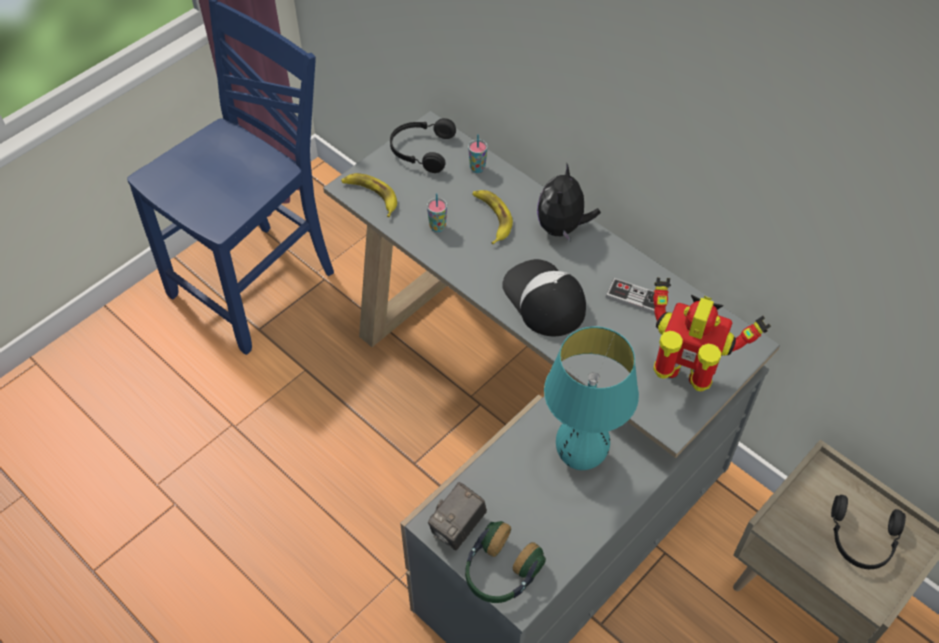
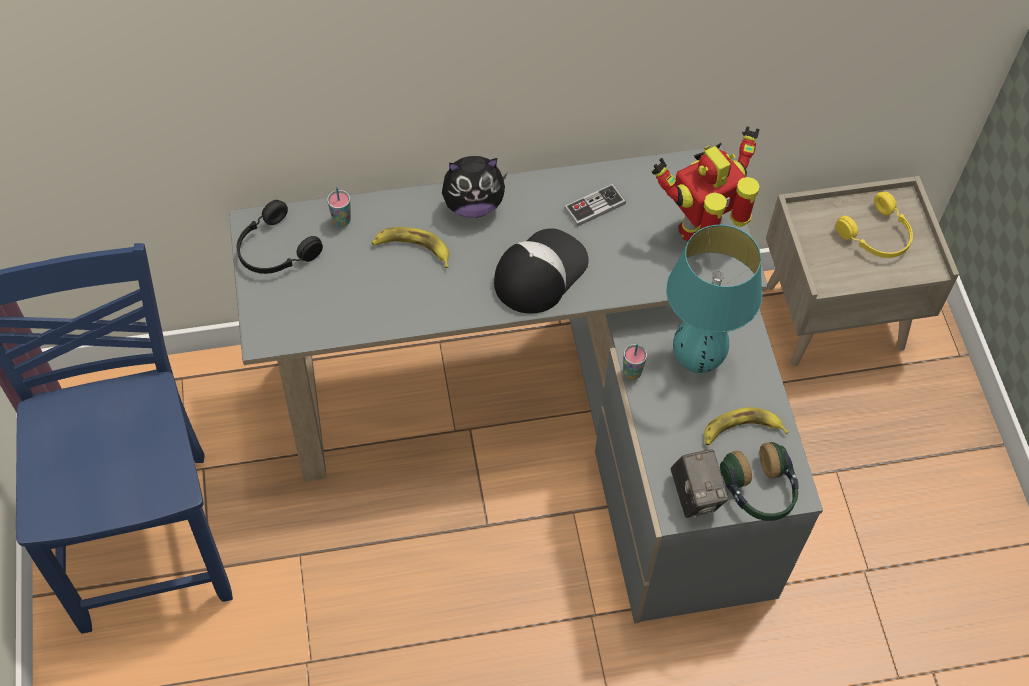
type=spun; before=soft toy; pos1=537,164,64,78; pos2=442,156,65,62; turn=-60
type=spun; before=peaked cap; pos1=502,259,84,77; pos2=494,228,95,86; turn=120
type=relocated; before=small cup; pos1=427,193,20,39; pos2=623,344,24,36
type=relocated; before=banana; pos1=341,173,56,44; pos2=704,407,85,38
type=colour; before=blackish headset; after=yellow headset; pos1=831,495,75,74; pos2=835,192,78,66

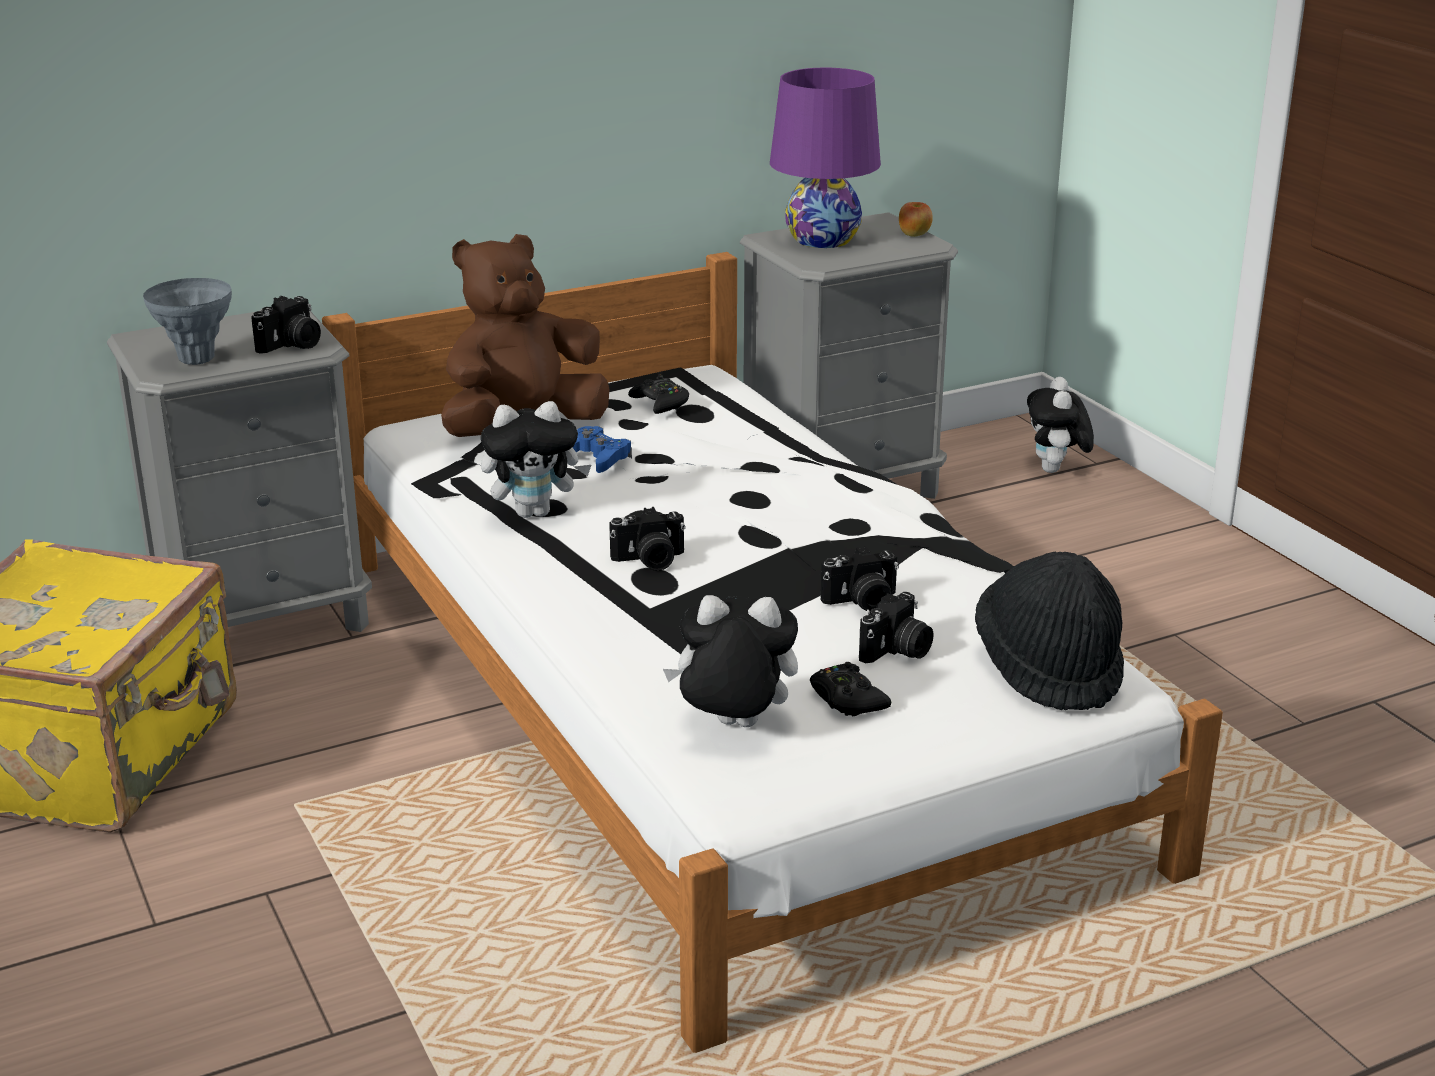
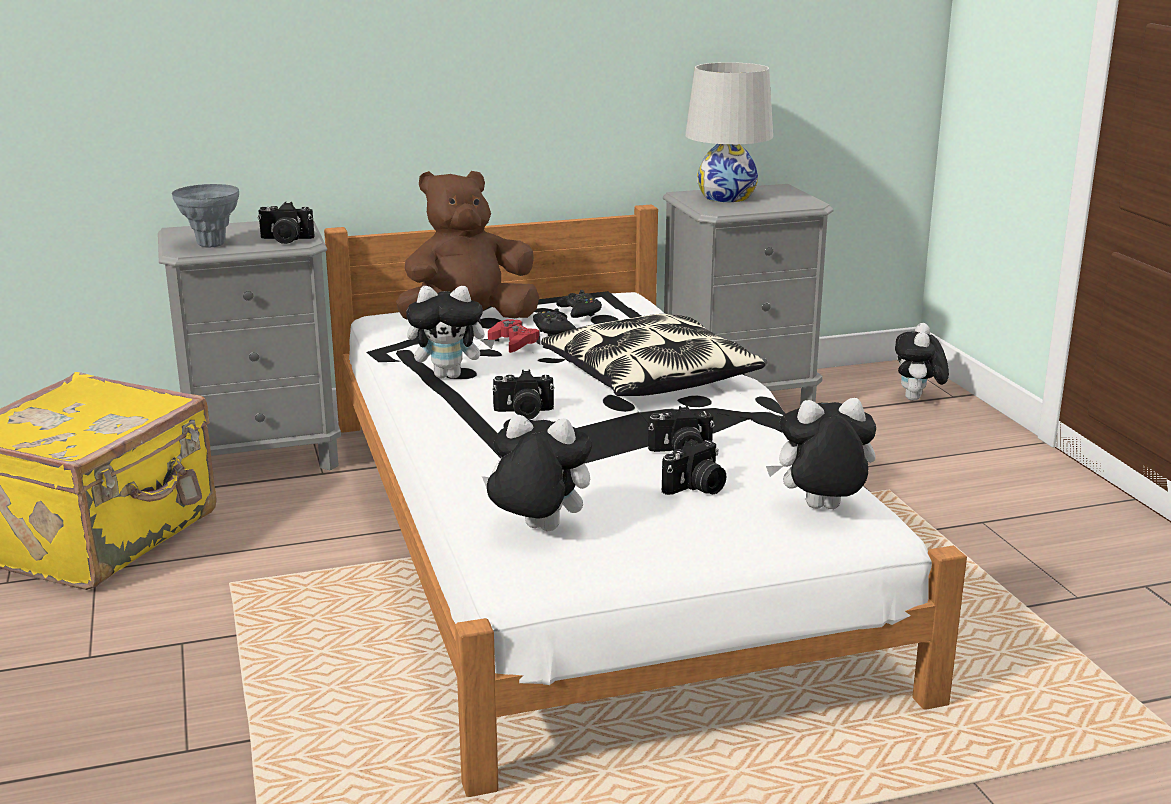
type=spun; before=still camera; pos1=251,296,70,58; pos2=258,202,57,42; turn=45
type=colour; before=blue joypad; after=red joypad; pos1=573,426,59,47; pos2=488,319,52,34
type=relocated; before=blackish joypad; pos1=810,662,81,54; pos2=533,308,43,28
type=appeared; after=cushion; pos2=541,314,224,82
type=colour; before=purple-coloured table lamp; after=white-coloured table lamp; pos1=770,68,111,180; pos2=685,62,88,140
type=exchanged; before=blackish hat; after=soft toy; pos1=975,552,149,158; pos2=766,398,110,111
type=missing; before=whole apple; pos1=899,202,34,35

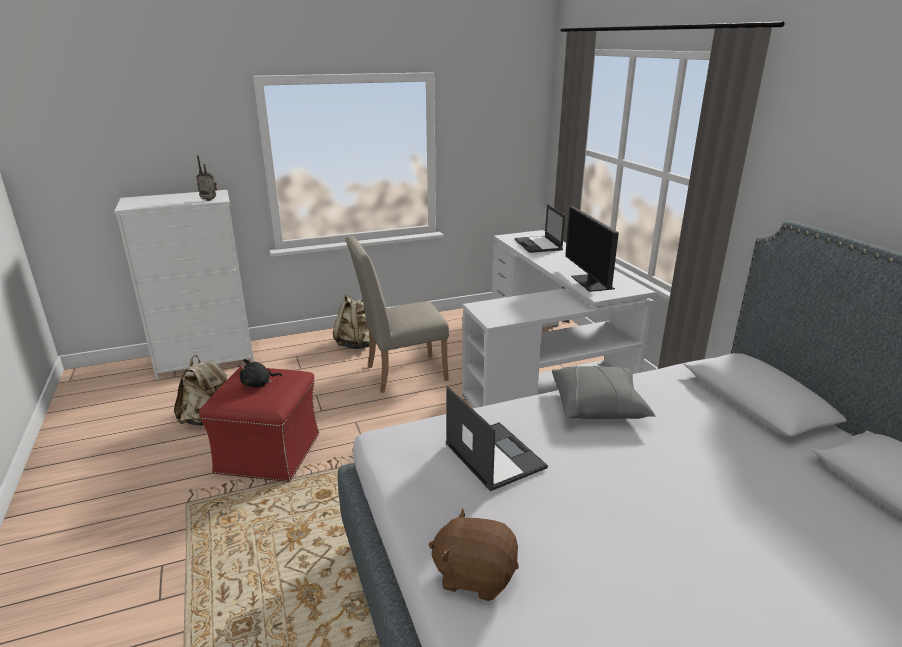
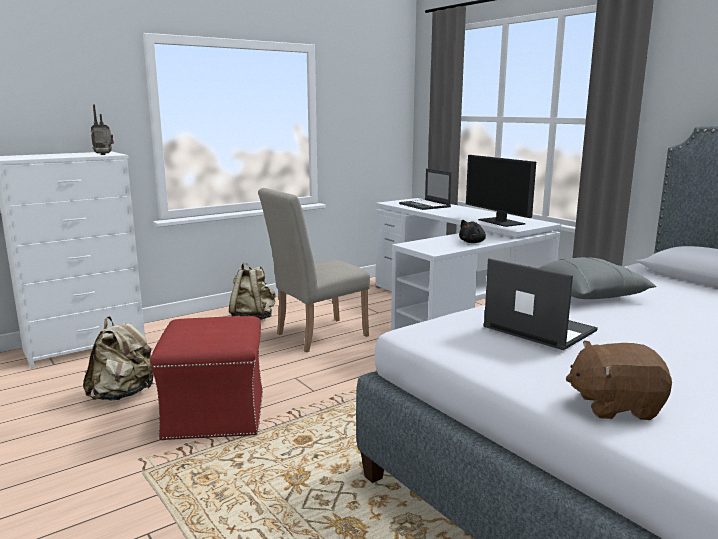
type=relocated; before=blackish soft toy; pos1=239,359,43,28; pos2=459,220,27,23

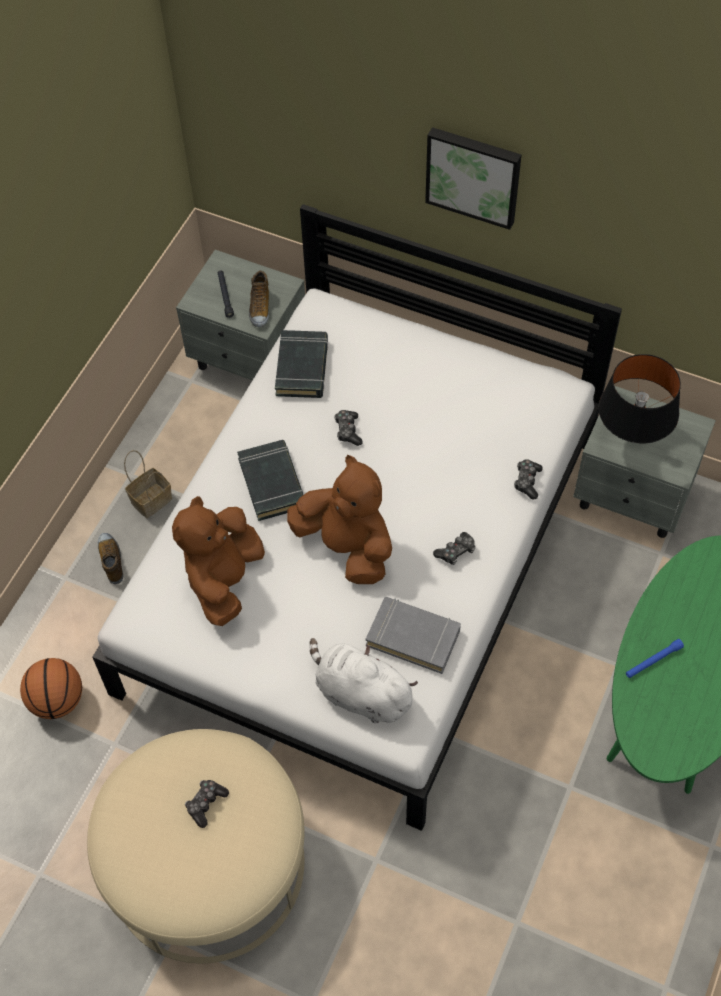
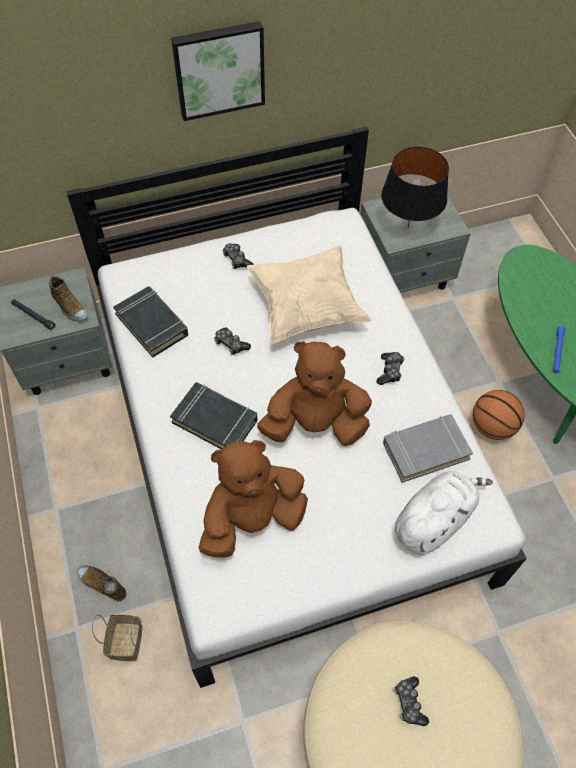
type=relocated; before=basket; pos1=124,450,48,68; pos2=92,614,50,47
type=spun; before=brown soft toy; pos1=172,496,93,130; pos2=199,440,109,118; turn=90
type=relocated; before=joypad; pos1=514,459,29,40; pos2=222,243,32,26
type=appeared; after=sand-coloured cushion; pos2=247,245,125,98
type=spun; before=white-coloured soft toy; pos1=309,638,109,86; pos2=395,471,98,84; turn=150
type=relocated; before=basketball ball; pos1=20,658,62,61; pos2=473,390,51,50

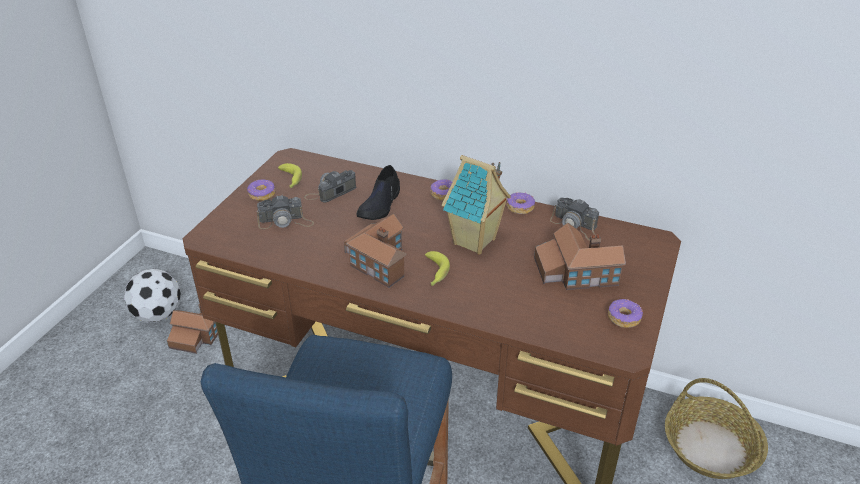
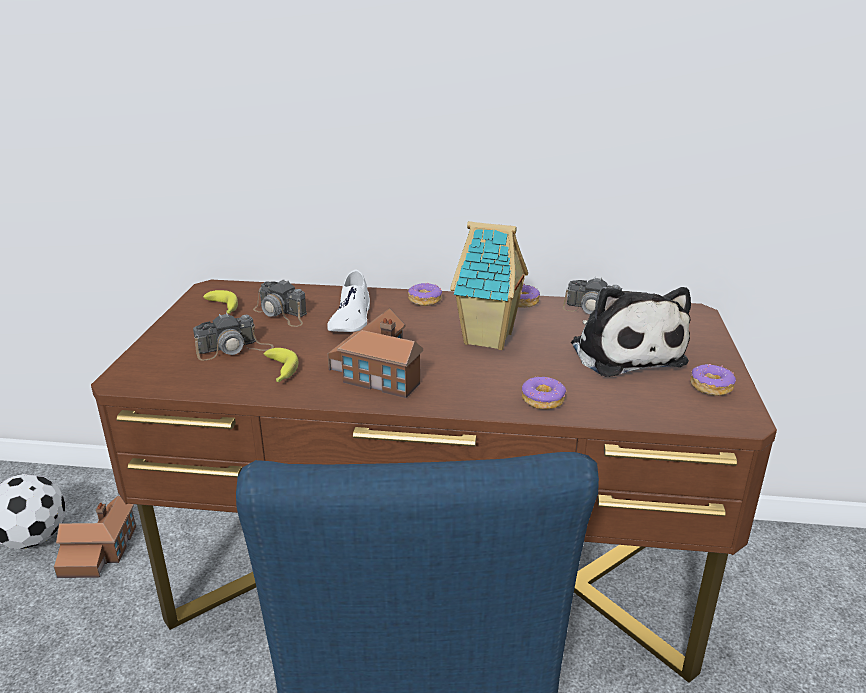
type=spun; before=still camera; pos1=304,170,52,33; pos2=253,279,54,48; turn=-90
type=relocated; before=banana; pos1=425,251,25,35; pos2=264,348,35,35
type=colour; before=blackish shoe; after=white-coloured shoe; pos1=357,165,43,55; pos2=327,269,43,63
type=relocated; before=doughnut; pos1=247,180,28,21; pos2=522,377,44,33
type=exchanged; before=toy house; after=soft toy; pos1=534,223,92,67; pos2=571,287,120,90
type=missing; before=basket; pos1=665,378,103,101

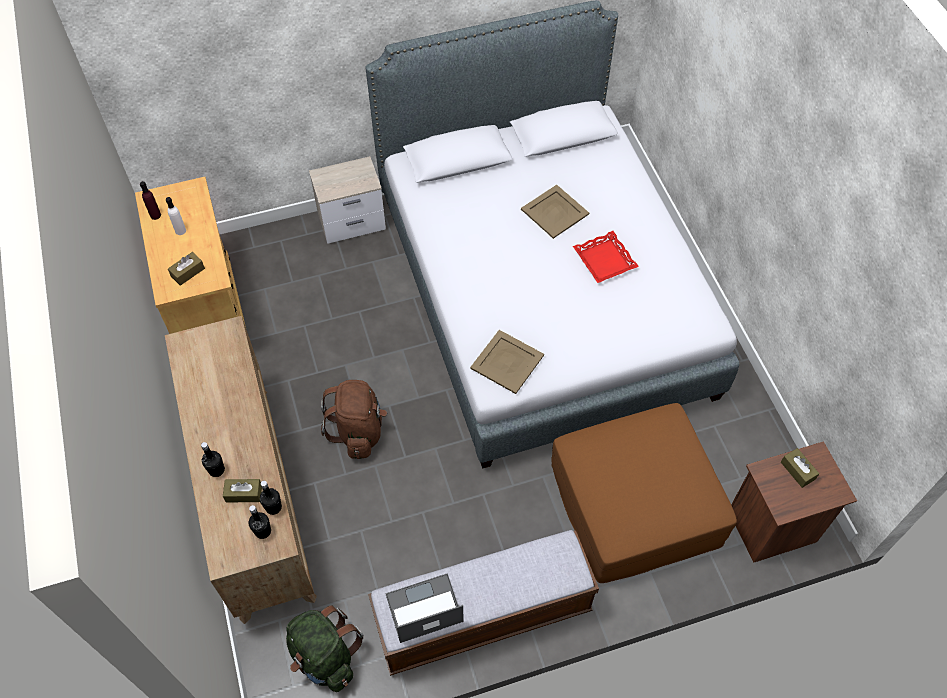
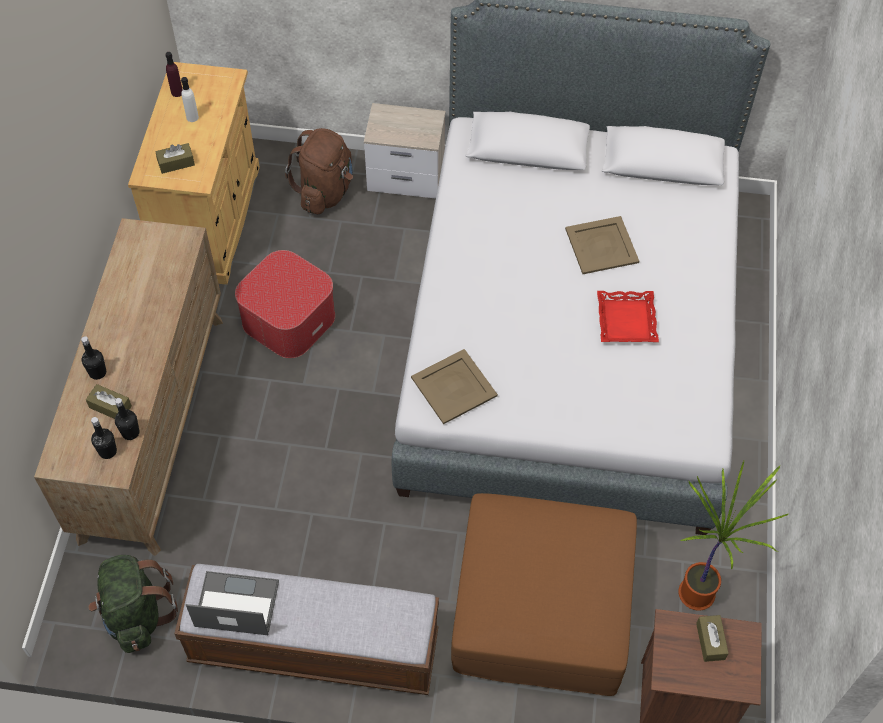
type=appeared; after=footrest; pos2=235,250,100,108
type=relocated; before=brown backpack; pos1=321,380,66,79; pos2=285,128,68,86
type=appeared; after=plant in a pot; pos2=679,461,109,150

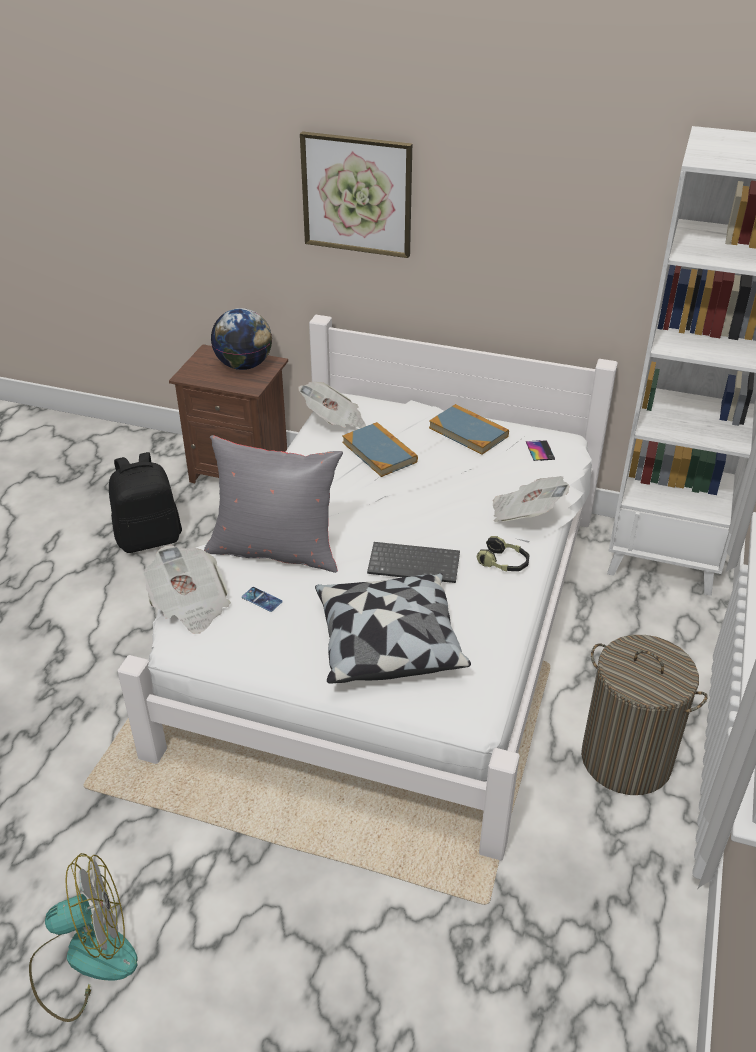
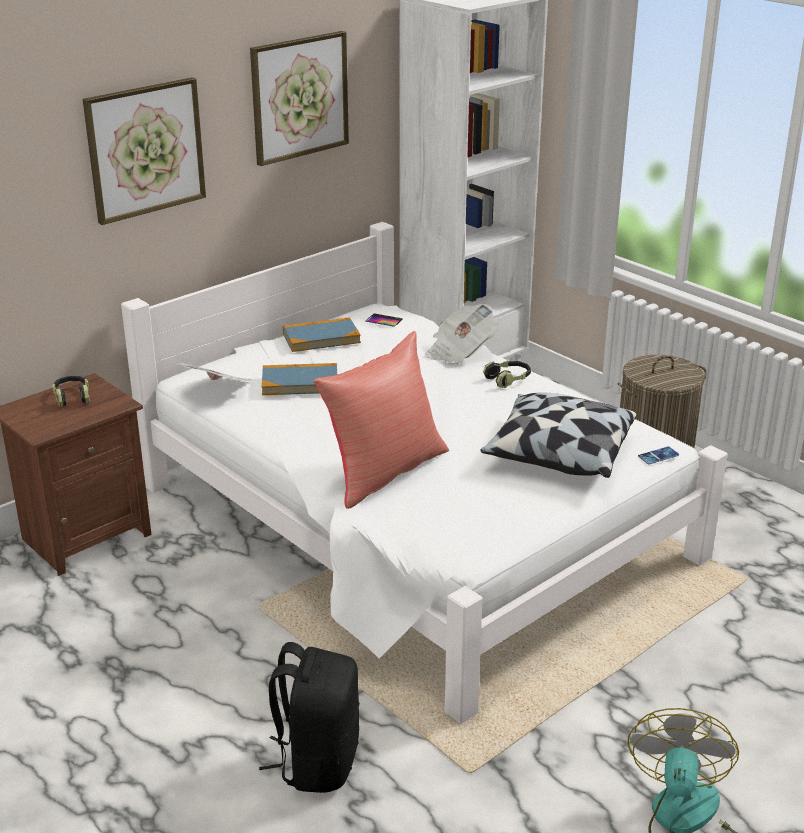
type=exchanged; before=world globe; after=headset; pos1=211,308,61,62; pos2=52,376,38,31
type=appeared; after=wall art; pos2=250,31,99,135
type=relocated; before=blackish backpack; pos1=109,452,73,101; pos2=259,642,100,151
type=colour; before=gray cushion; after=red cushion; pos1=204,435,139,138; pos2=313,331,136,178
type=relocated; before=telephone; pos1=242,587,41,25; pos2=638,446,41,18
type=missing; before=printed paper; pos1=144,545,87,89
type=missing; before=computer keyboard; pos1=367,542,93,41

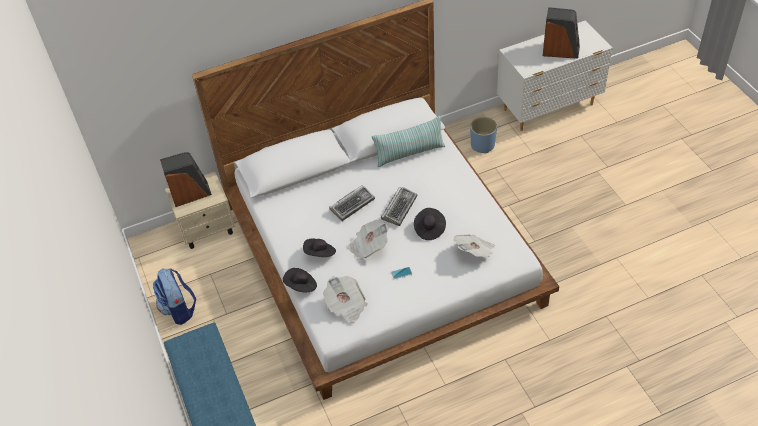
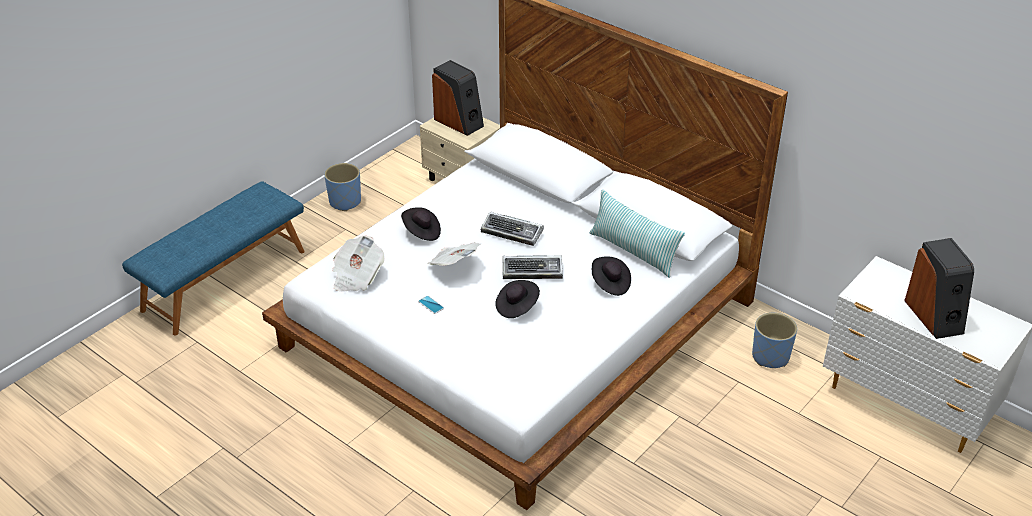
type=exchanged; before=backpack; after=blue flower pot; pos1=153,269,43,56; pos2=324,163,37,48
type=relocated; before=blackish hat; pos1=283,268,34,24; pos2=592,256,39,40
type=missing; before=printed paper; pos1=454,234,41,23

